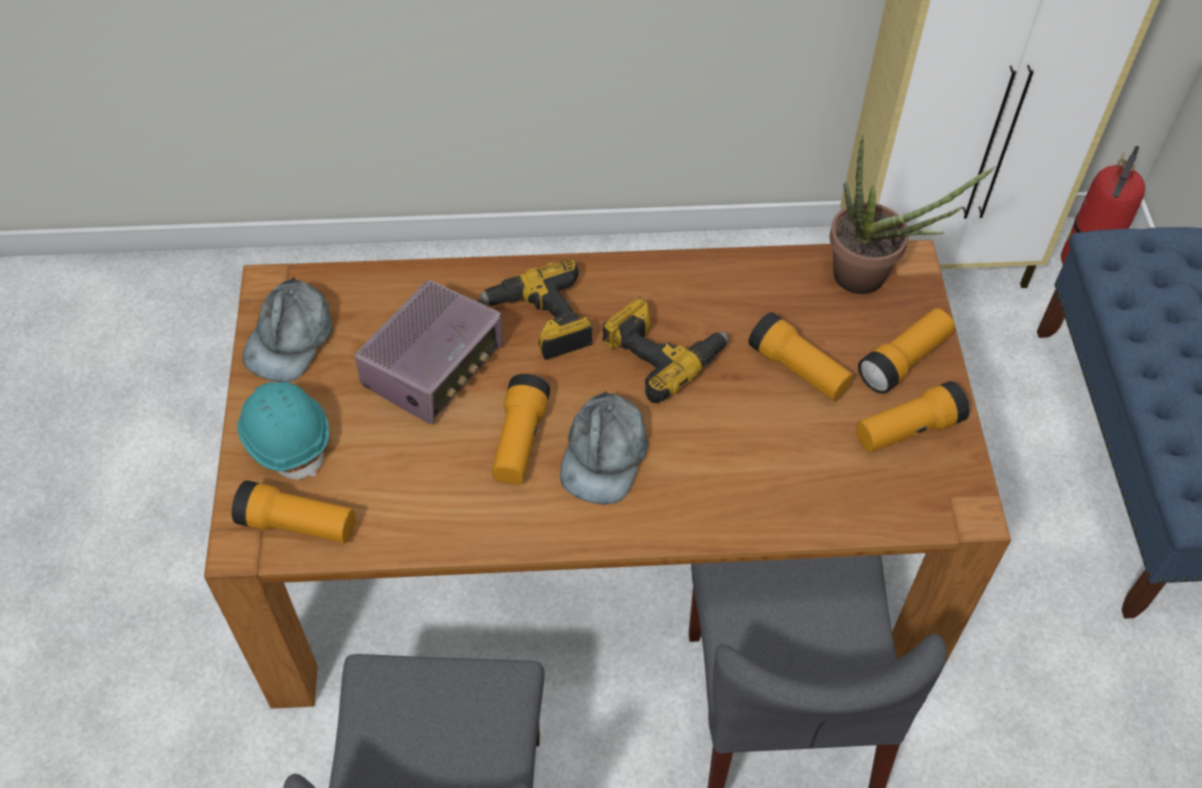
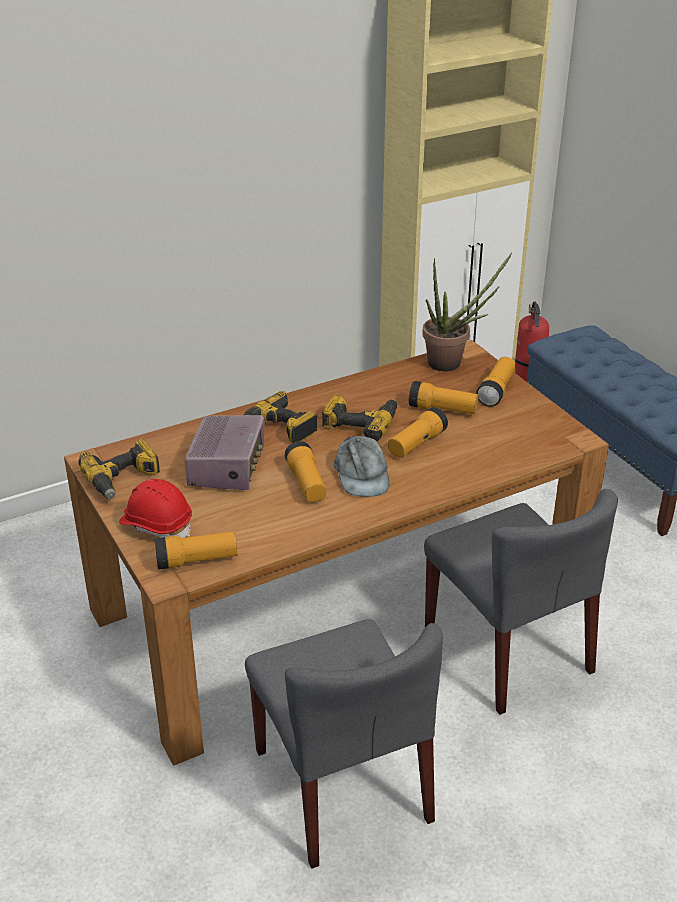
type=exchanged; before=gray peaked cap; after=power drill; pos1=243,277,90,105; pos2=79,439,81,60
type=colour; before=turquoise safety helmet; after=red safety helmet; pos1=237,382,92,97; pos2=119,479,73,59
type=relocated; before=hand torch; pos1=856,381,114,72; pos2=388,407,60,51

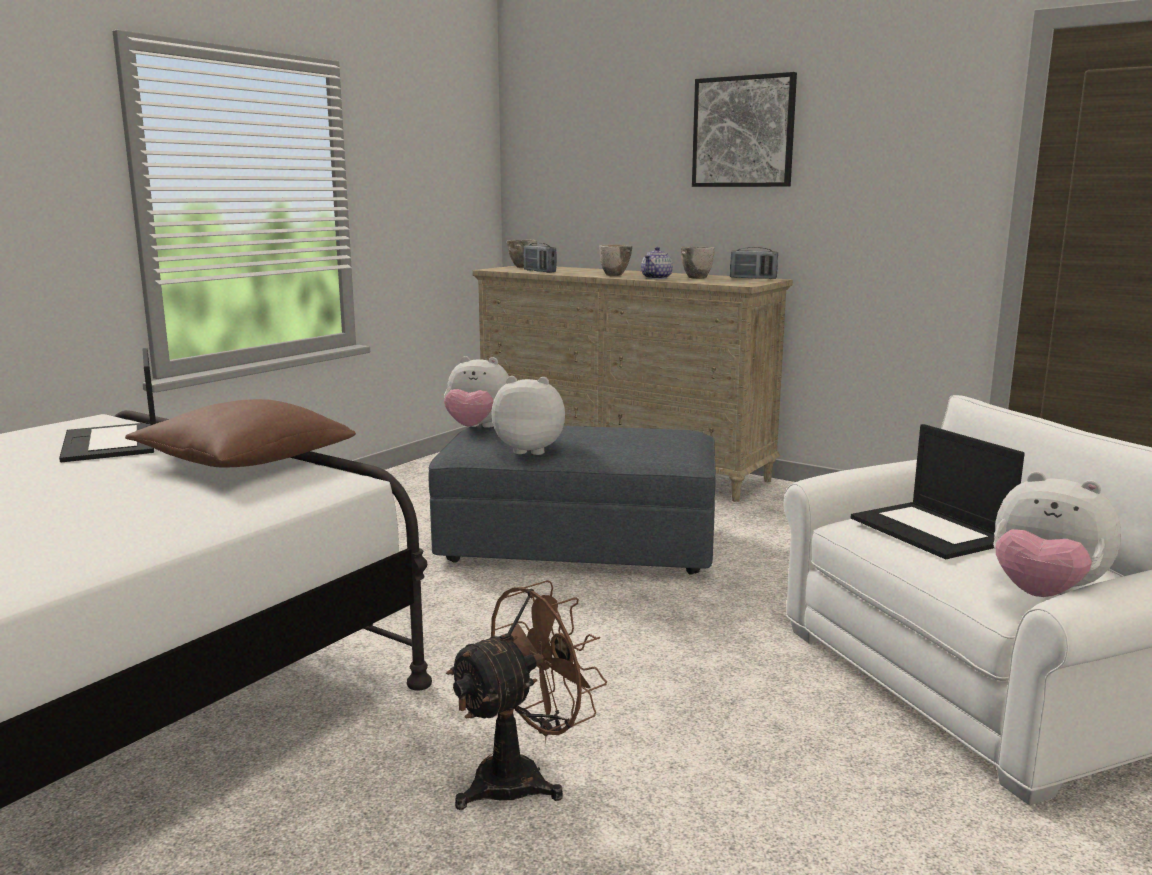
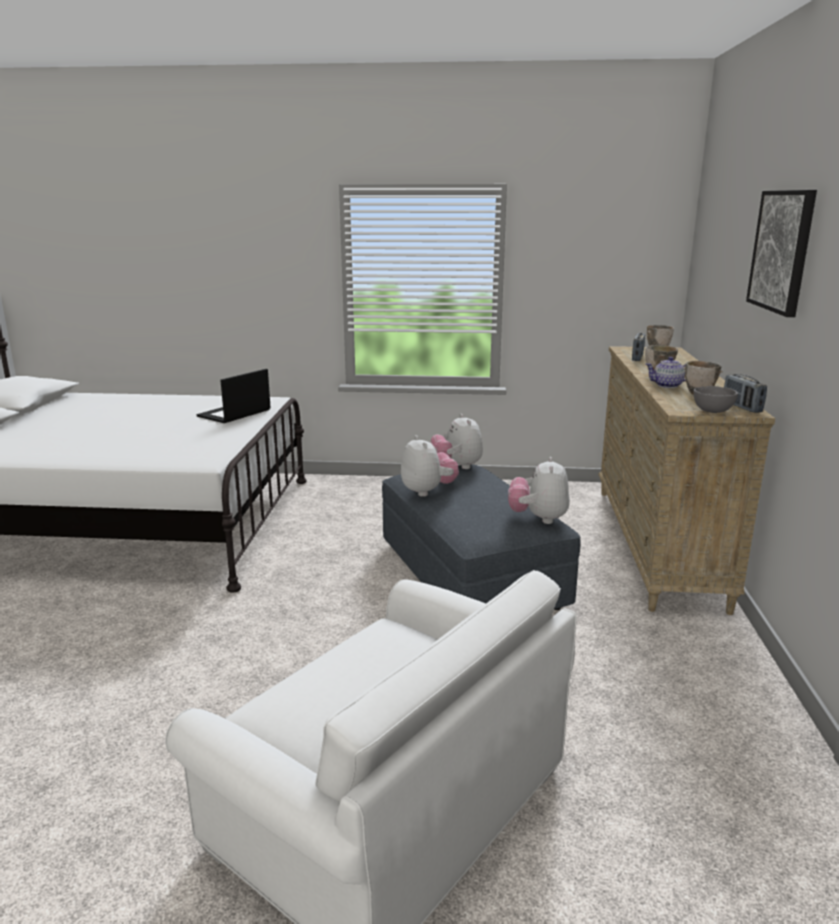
type=relocated; before=soft toy; pos1=993,471,128,126; pos2=508,457,62,67
type=appeared; after=gray deep dish; pos2=693,386,45,27
type=missing; before=brown cushion; pos1=125,399,231,68
type=missing; before=brown cooling fan; pos1=446,580,161,230
type=missing; before=laptop; pos1=851,424,174,135

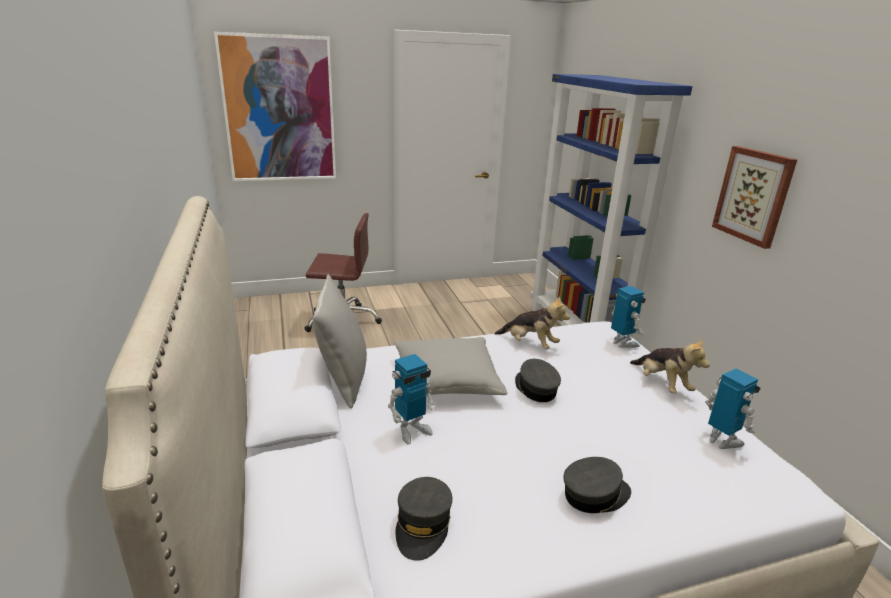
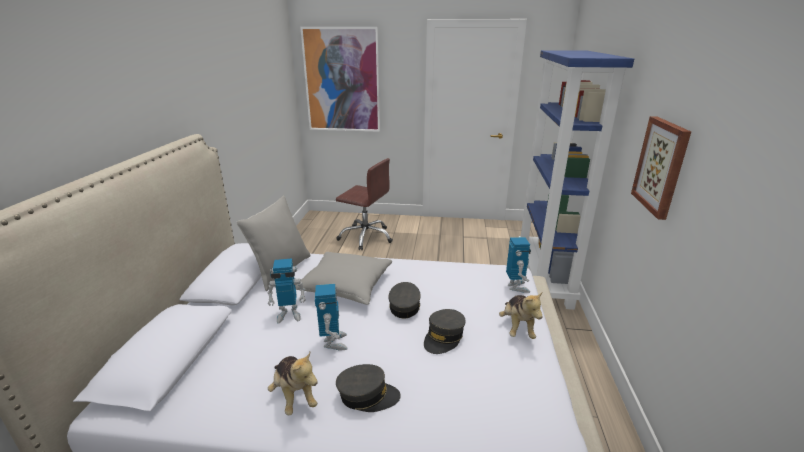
type=relocated; before=soft toy; pos1=494,295,76,54; pos2=268,352,50,63
type=relocated; before=toy robot; pos1=705,368,56,81; pos2=315,284,33,67
type=relocated; before=gray peaked cap; pos1=395,477,57,84; pos2=424,309,42,45

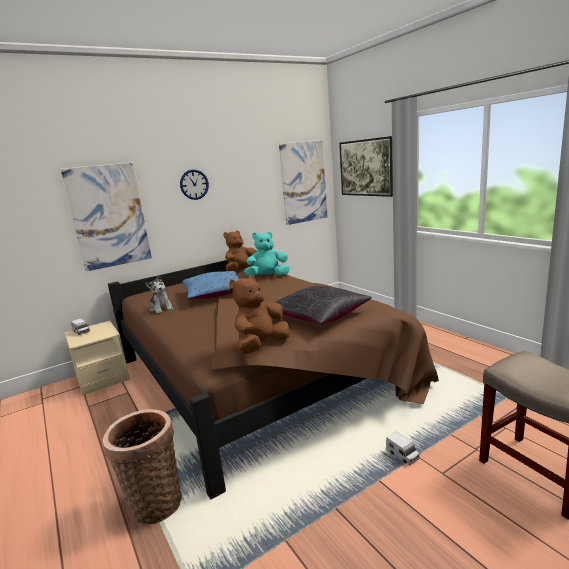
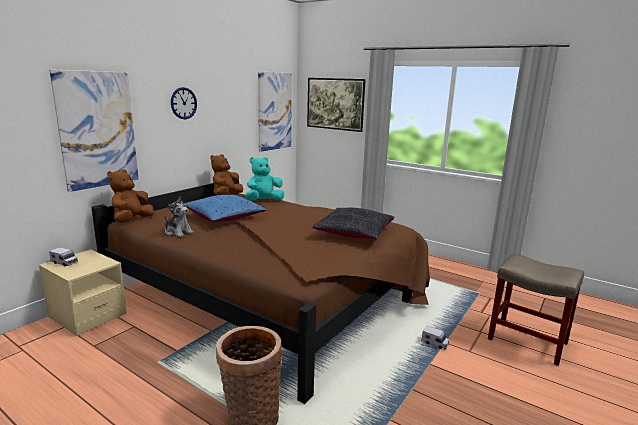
type=relocated; before=brown soft toy; pos1=229,275,61,79; pos2=107,169,47,54

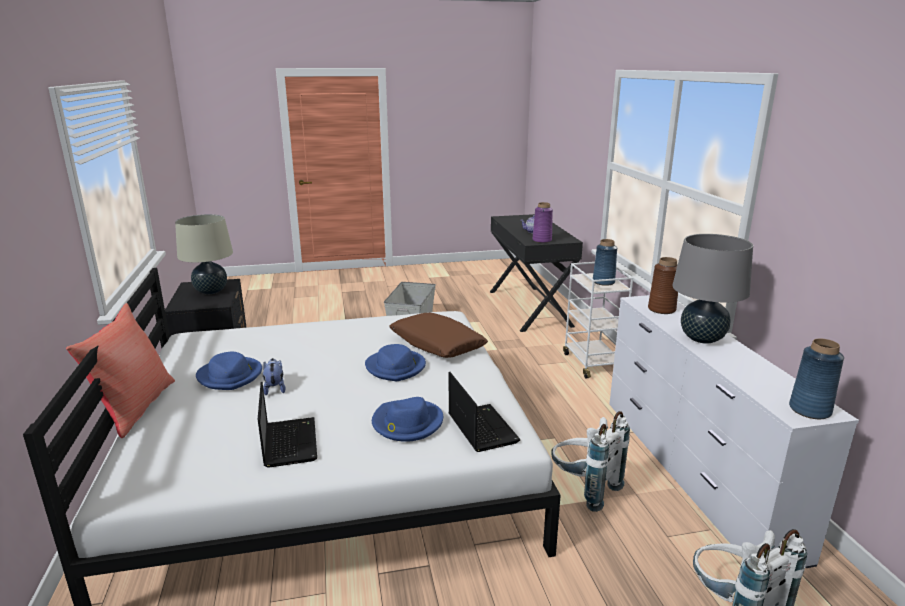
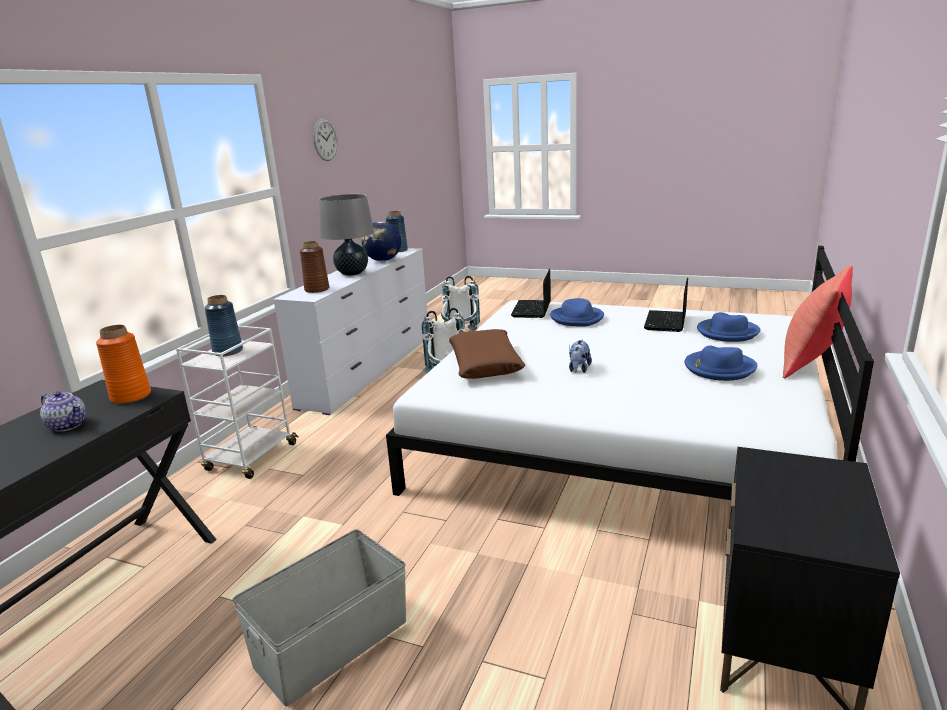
type=colour; before=purple-coloured decorative vase; after=orange-coloured decorative vase; pos1=532,202,21,41; pos2=96,325,55,79
type=appeared; after=wall clock; pos2=313,118,25,43
type=appeared; after=world globe; pos2=362,221,39,40
type=relocated; before=soft toy; pos1=263,358,23,37; pos2=569,339,23,34
type=relocated; before=blue hat; pos1=365,344,61,37; pos2=697,312,63,30
type=missing; before=sand-coloured table lamp; pos1=175,214,58,80

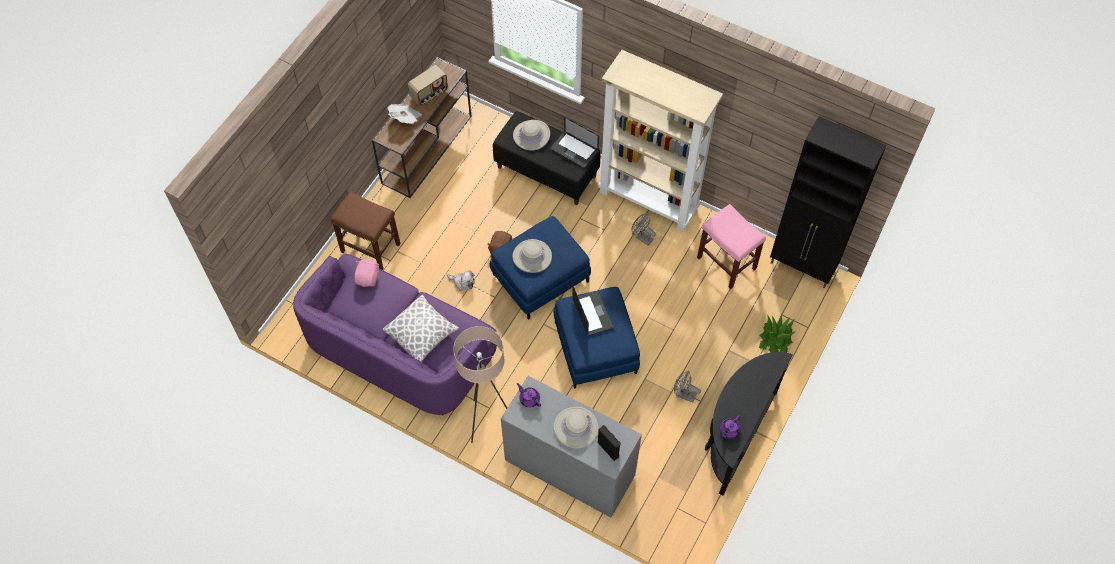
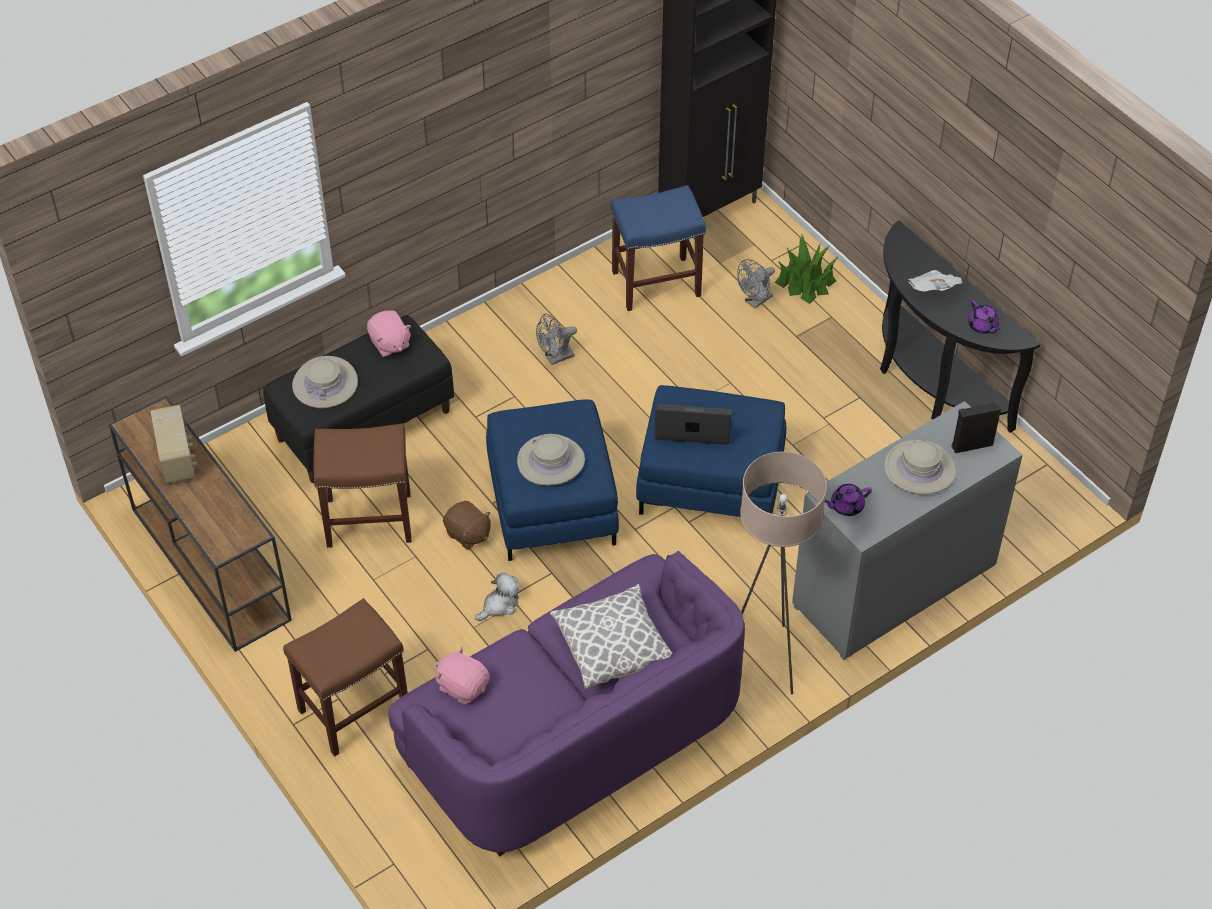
type=appeared; after=brown stool seat; pos2=314,424,98,124
type=exchanged; before=laptop; after=pinkish soft toy; pos1=550,117,49,51; pos2=367,310,44,47
type=colour; before=pinkish stool seat; after=blue stool seat; pos1=697,204,69,85; pos2=611,185,95,126
type=relocated; before=gray cooling fan; pos1=674,371,27,32; pos2=737,259,38,50
type=relocated; before=printed paper; pos1=387,104,35,20; pos2=908,270,54,22
type=missing; before=sand-coloured bookcase; pos1=598,50,125,182

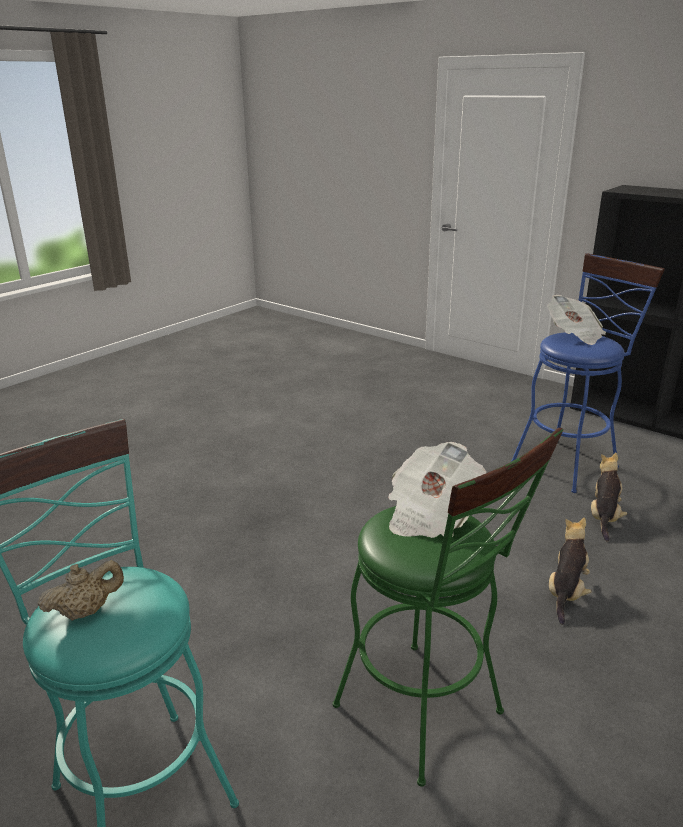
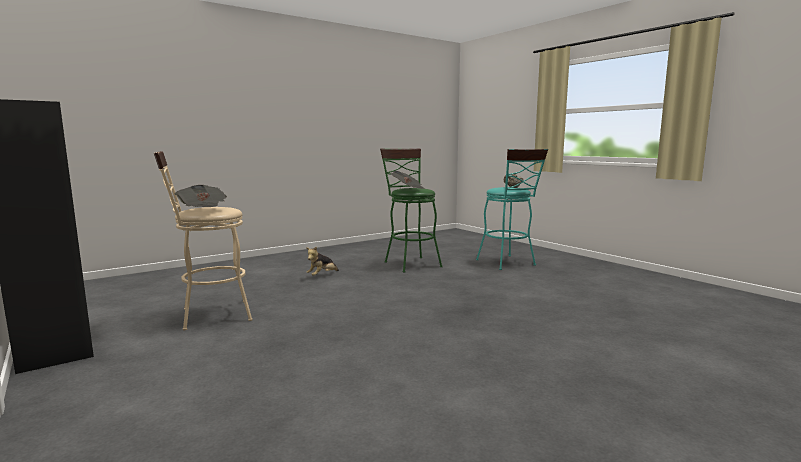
type=colour; before=blue stool seat; after=sand-coloured stool seat; pos1=511,253,154,240; pos2=154,151,98,179
type=missing; before=soft toy; pos1=591,453,36,89

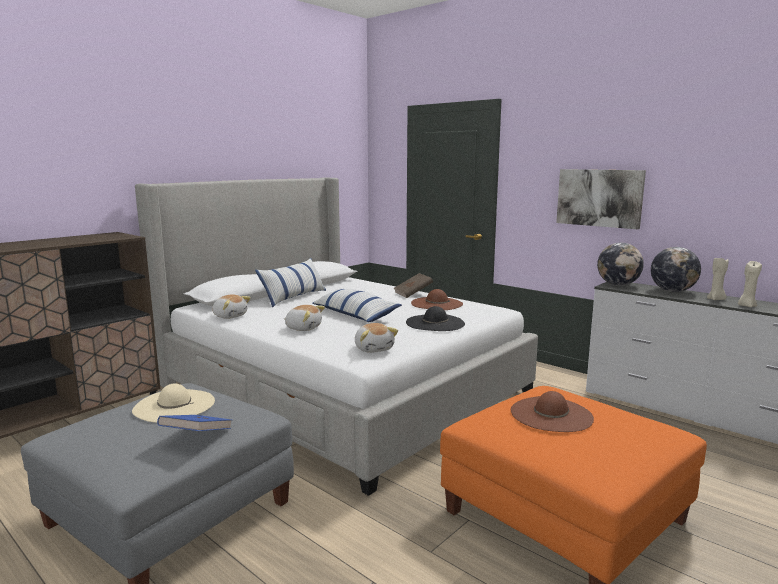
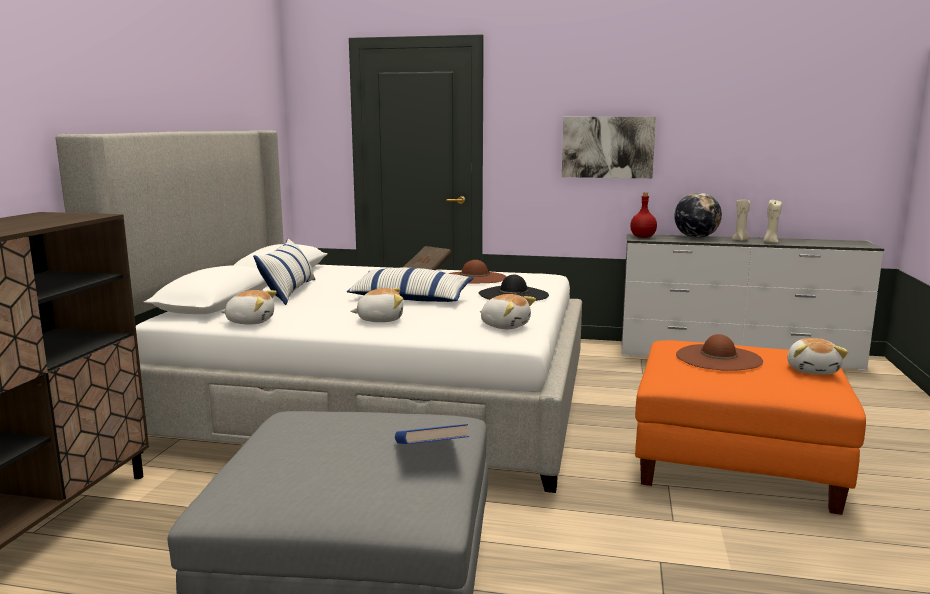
type=exchanged; before=world globe; after=red drink bottle; pos1=597,243,47,43; pos2=630,192,27,46
type=appeared; after=soft toy; pos2=787,338,61,36
type=missing; before=sand-coloured hat; pos1=132,384,83,39

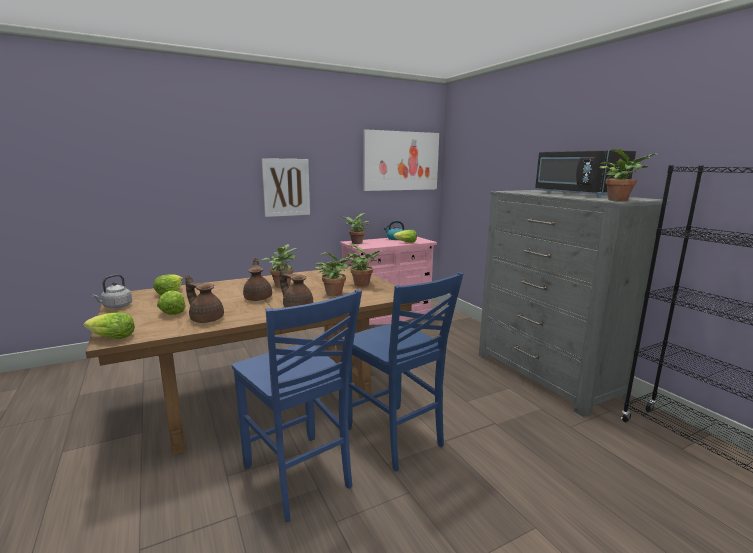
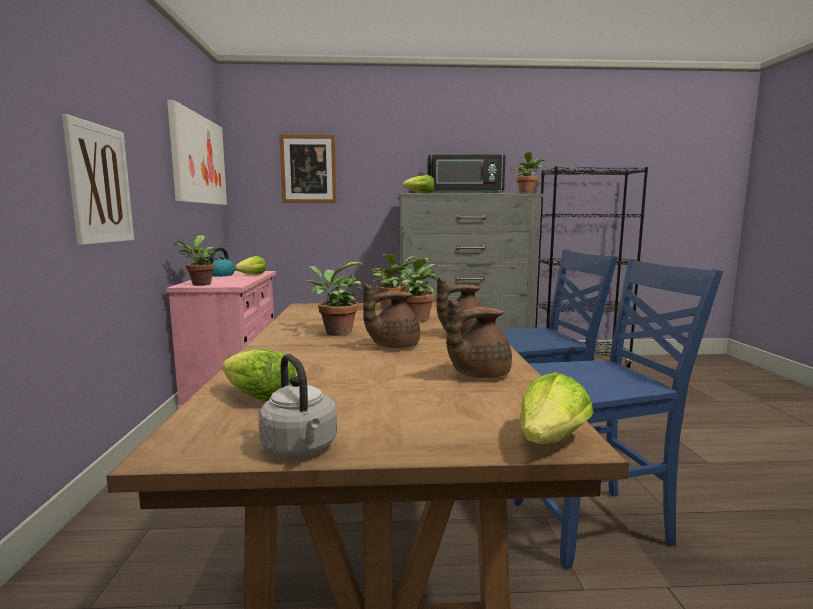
type=appeared; after=wall art; pos2=280,134,56,69
type=spun; before=brown teapot; pos1=243,258,29,43; pos2=363,284,57,64; turn=-45
type=relocated; before=lettuce head; pos1=157,290,29,25; pos2=402,175,32,18

